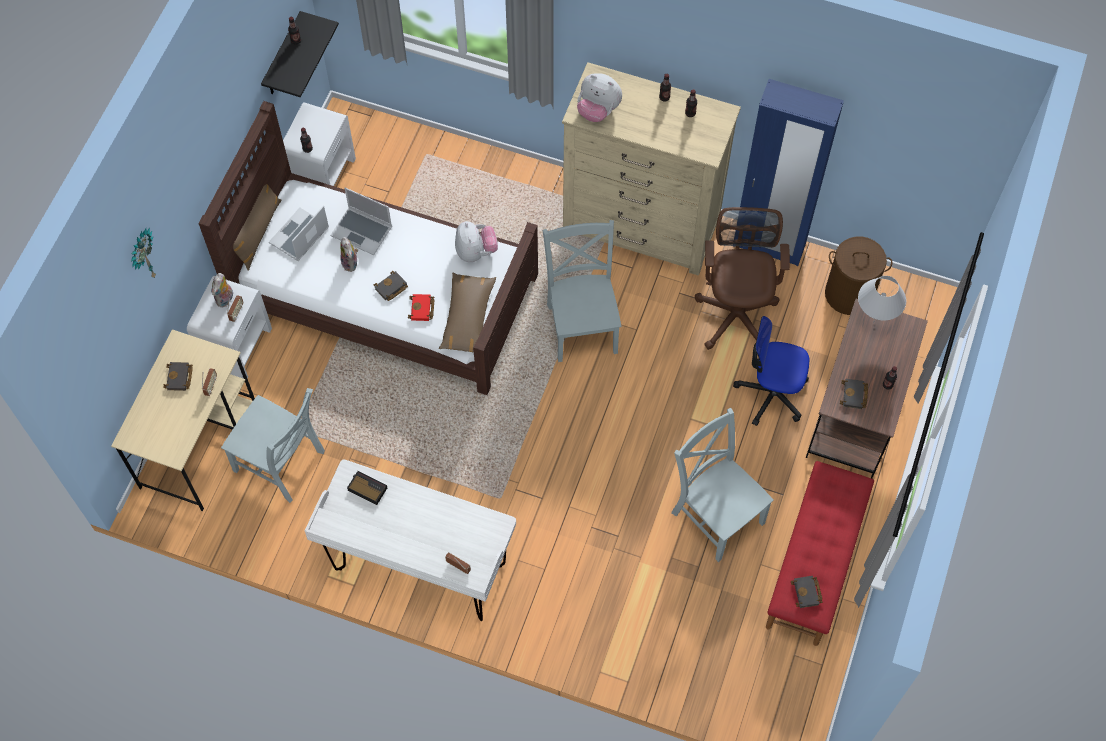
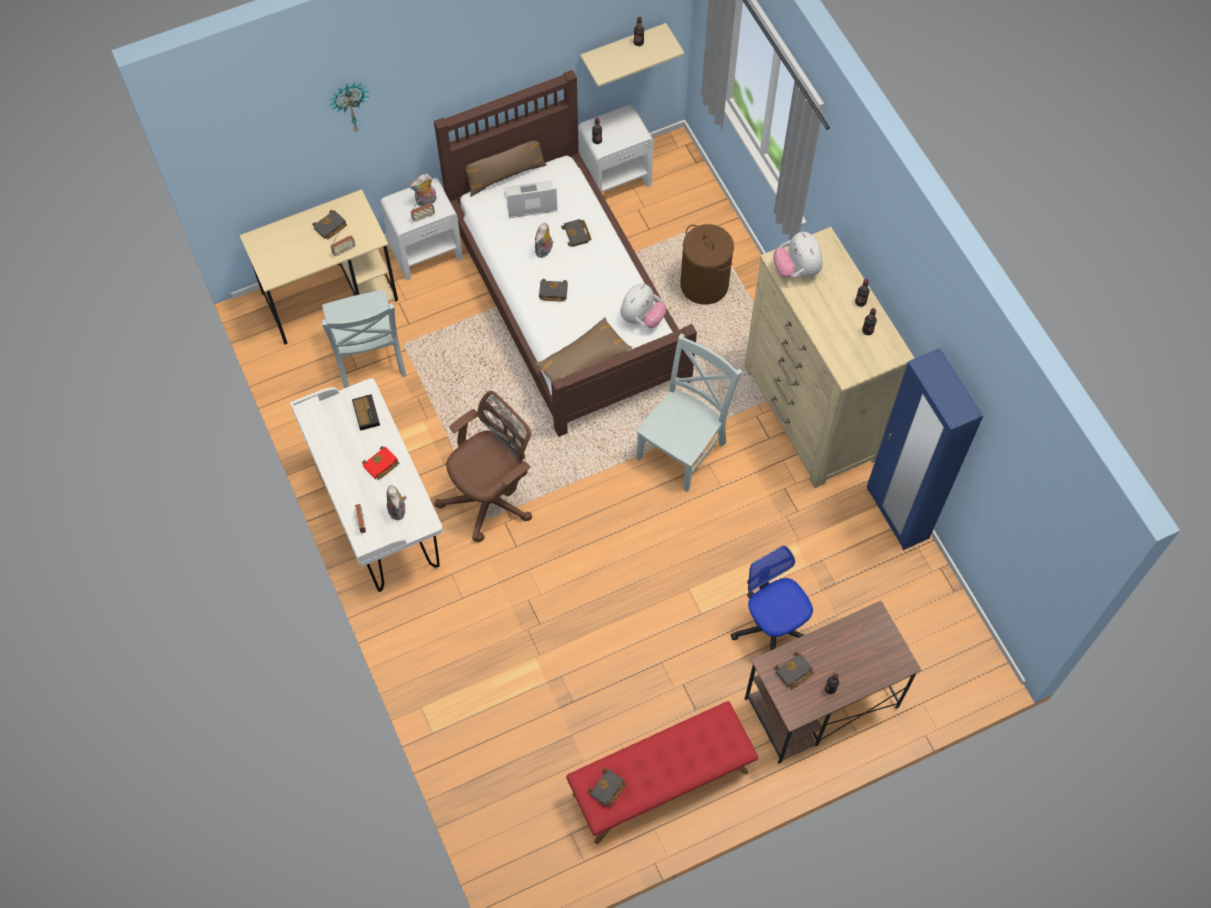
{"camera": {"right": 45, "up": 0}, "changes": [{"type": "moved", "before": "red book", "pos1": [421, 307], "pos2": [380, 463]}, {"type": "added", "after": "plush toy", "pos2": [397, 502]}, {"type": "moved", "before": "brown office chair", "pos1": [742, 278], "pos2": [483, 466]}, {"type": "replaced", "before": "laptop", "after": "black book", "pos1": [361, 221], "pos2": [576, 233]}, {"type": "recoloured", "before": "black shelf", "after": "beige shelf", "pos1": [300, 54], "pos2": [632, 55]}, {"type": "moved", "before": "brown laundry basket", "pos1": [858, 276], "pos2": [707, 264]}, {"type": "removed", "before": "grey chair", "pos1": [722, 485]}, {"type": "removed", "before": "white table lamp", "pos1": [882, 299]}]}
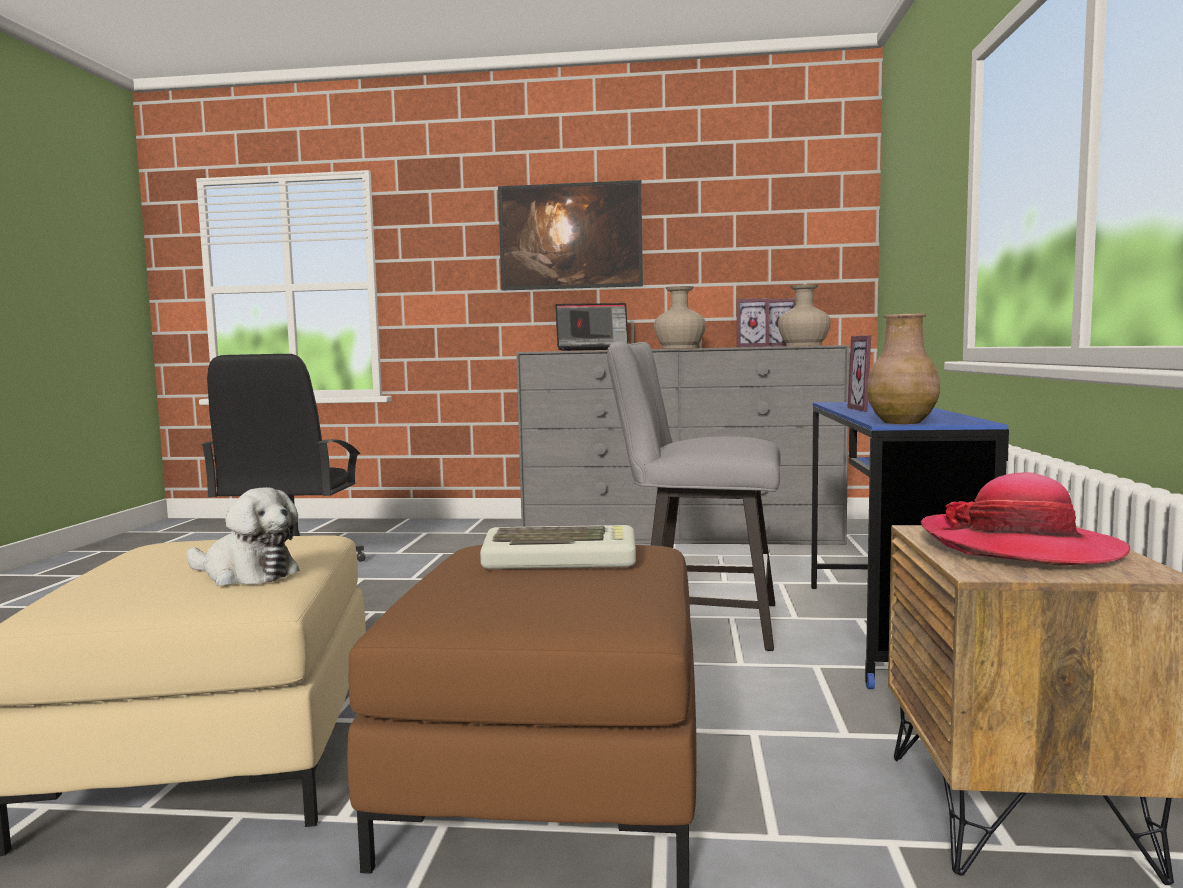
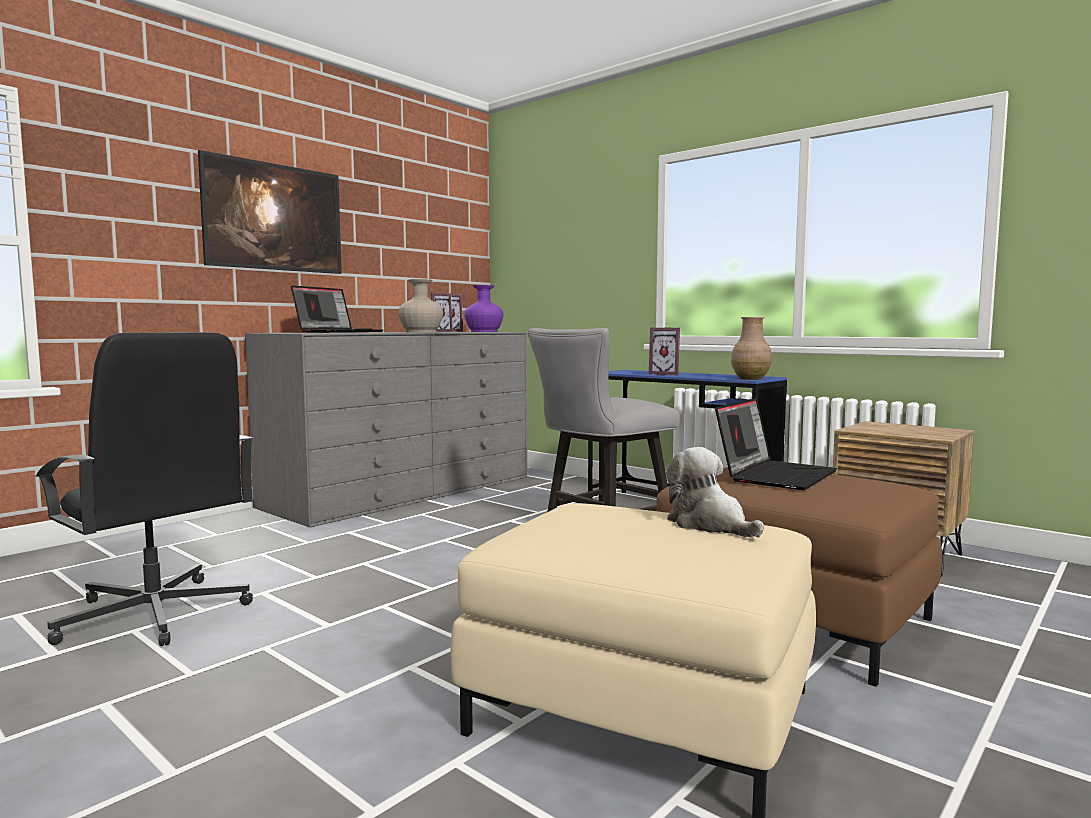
{"camera": {"right": -55, "up": 0}, "changes": [{"type": "recoloured", "before": "beige vase", "after": "purple vase", "pos1": [804, 315], "pos2": [484, 308]}, {"type": "turned", "before": "plush toy", "pos1": [243, 536], "pos2": [715, 492], "turn": -90}, {"type": "replaced", "before": "keyboard", "after": "laptop", "pos1": [558, 547], "pos2": [776, 444]}, {"type": "removed", "before": "hat", "pos1": [1025, 518]}]}
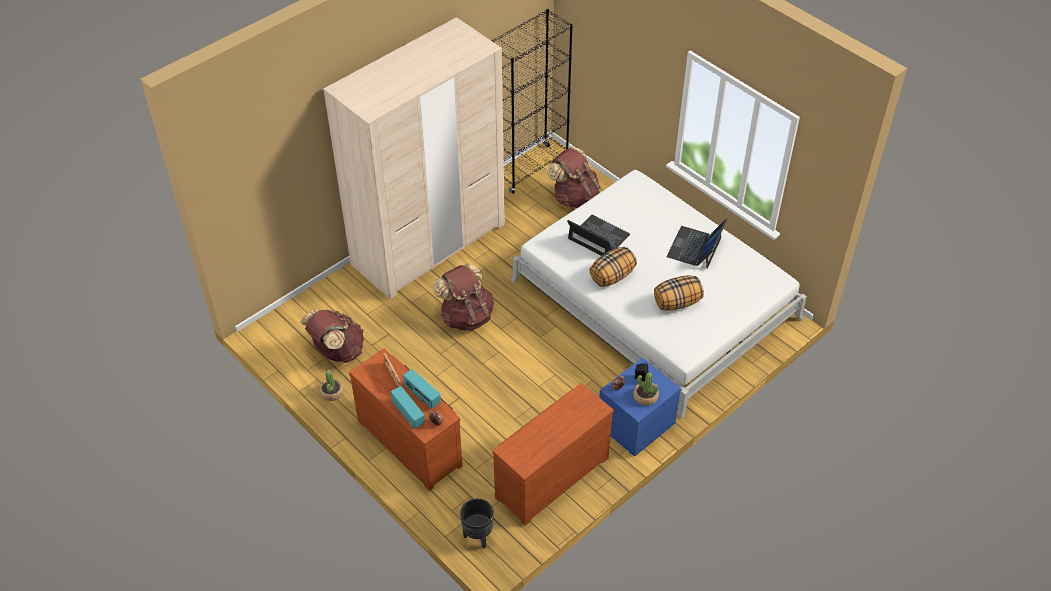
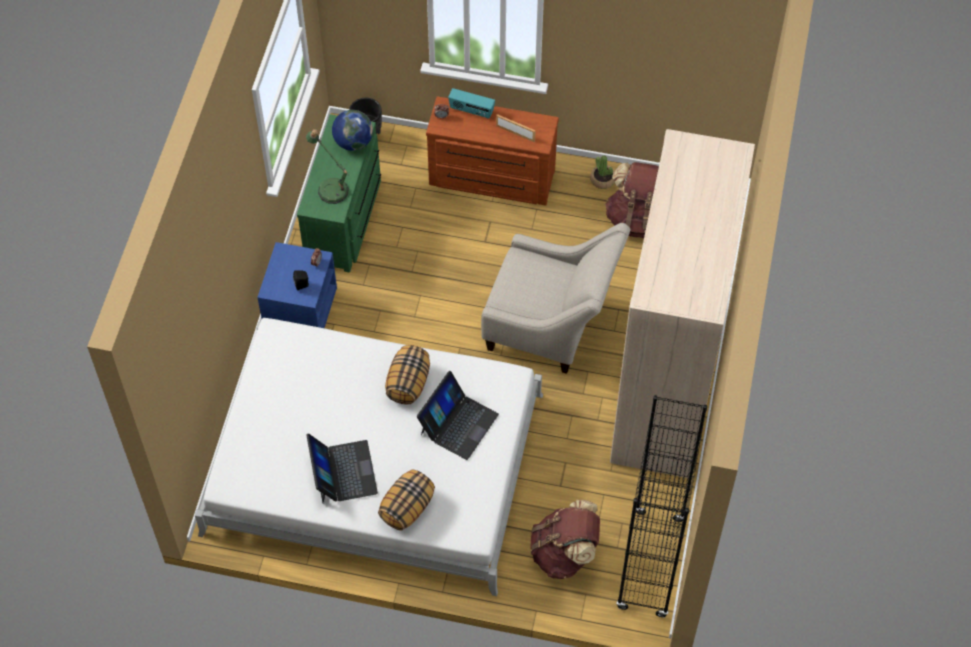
{"camera": {"right": 145, "up": 10}, "changes": [{"type": "recoloured", "before": "brown dresser", "after": "green dresser", "pos1": [553, 454], "pos2": [339, 193]}, {"type": "added", "after": "table lamp", "pos2": [327, 166]}, {"type": "added", "after": "globe", "pos2": [352, 130]}, {"type": "moved", "before": "pillow", "pos1": [679, 293], "pos2": [406, 500]}, {"type": "turned", "before": "laptop", "pos1": [598, 235], "pos2": [458, 415], "turn": -60}, {"type": "replaced", "before": "brown backpack", "after": "beige armchair", "pos1": [463, 297], "pos2": [556, 298]}, {"type": "removed", "before": "radio", "pos1": [422, 389]}, {"type": "removed", "before": "potted plant", "pos1": [646, 389]}]}
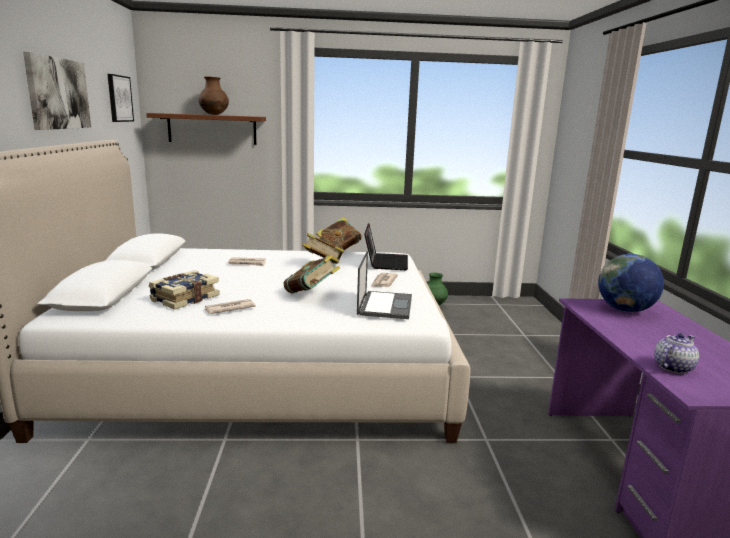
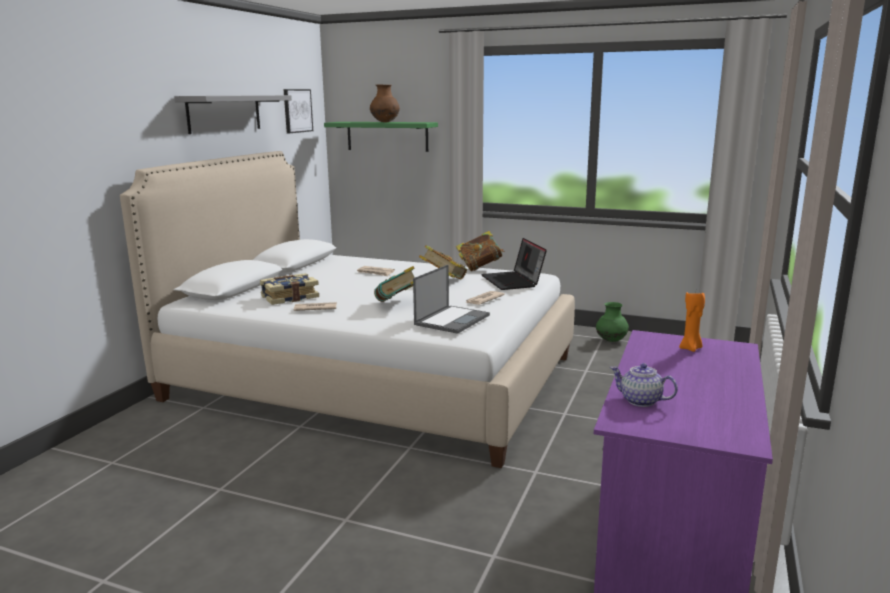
{"camera": {"right": 25, "up": 0}, "changes": [{"type": "replaced", "before": "picture", "after": "grey shelf", "pos1": [57, 91], "pos2": [233, 114]}, {"type": "recoloured", "before": "brown shelf", "after": "green shelf", "pos1": [206, 129], "pos2": [381, 137]}, {"type": "turned", "before": "laptop", "pos1": [386, 246], "pos2": [514, 264], "turn": 135}, {"type": "turned", "before": "teapot", "pos1": [676, 353], "pos2": [644, 385], "turn": -135}, {"type": "replaced", "before": "globe", "after": "orange candle", "pos1": [631, 283], "pos2": [692, 322]}]}
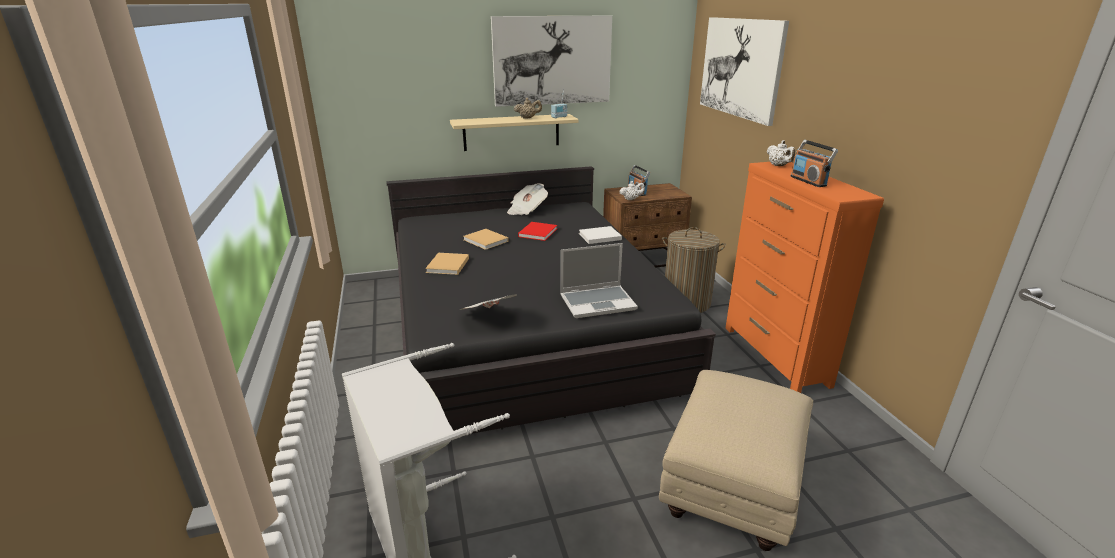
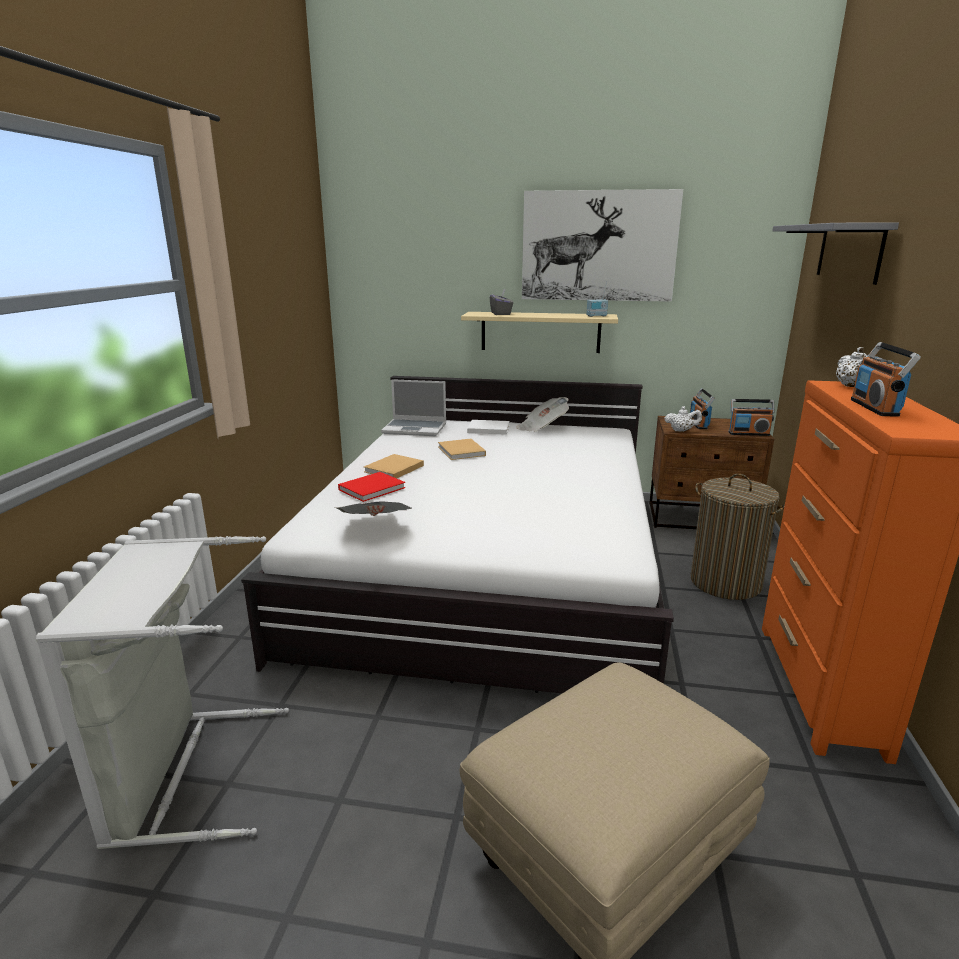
{"camera": {"right": 25, "up": -5}, "changes": [{"type": "recoloured", "before": "black bed", "after": "white bed", "pos1": [551, 300], "pos2": [457, 534]}, {"type": "moved", "before": "red book", "pos1": [537, 231], "pos2": [372, 487]}, {"type": "moved", "before": "laptop", "pos1": [599, 280], "pos2": [413, 407]}, {"type": "moved", "before": "white book", "pos1": [600, 235], "pos2": [488, 427]}, {"type": "added", "after": "grey tissue box", "pos2": [501, 302]}, {"type": "added", "after": "radio", "pos2": [752, 417]}, {"type": "replaced", "before": "picture", "after": "grey shelf", "pos1": [744, 71], "pos2": [835, 253]}, {"type": "removed", "before": "beige teapot", "pos1": [528, 108]}]}
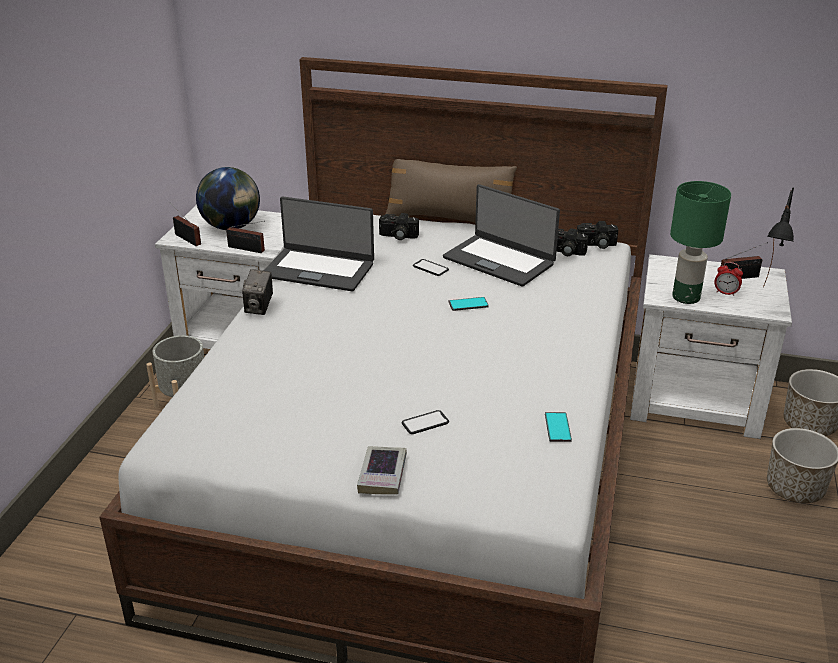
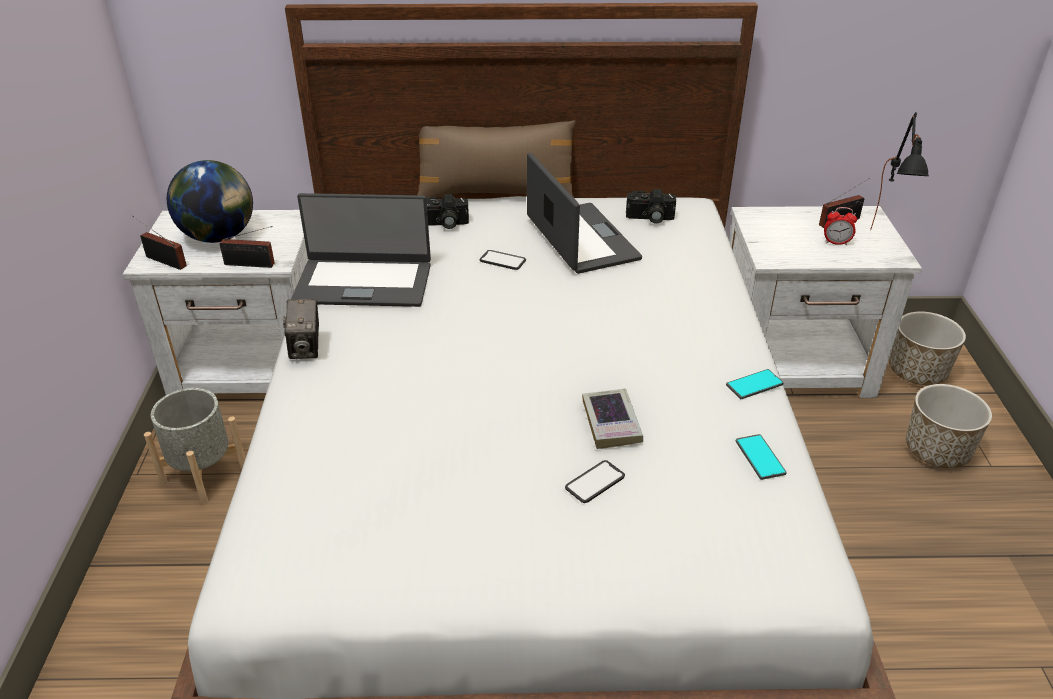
{"camera": {"right": -15, "up": 5}, "changes": [{"type": "turned", "before": "laptop", "pos1": [501, 235], "pos2": [584, 213], "turn": -135}, {"type": "moved", "before": "book", "pos1": [382, 470], "pos2": [612, 419]}, {"type": "moved", "before": "phone", "pos1": [469, 304], "pos2": [755, 384]}, {"type": "removed", "before": "photo camera", "pos1": [597, 235]}, {"type": "removed", "before": "green table lamp", "pos1": [700, 242]}]}
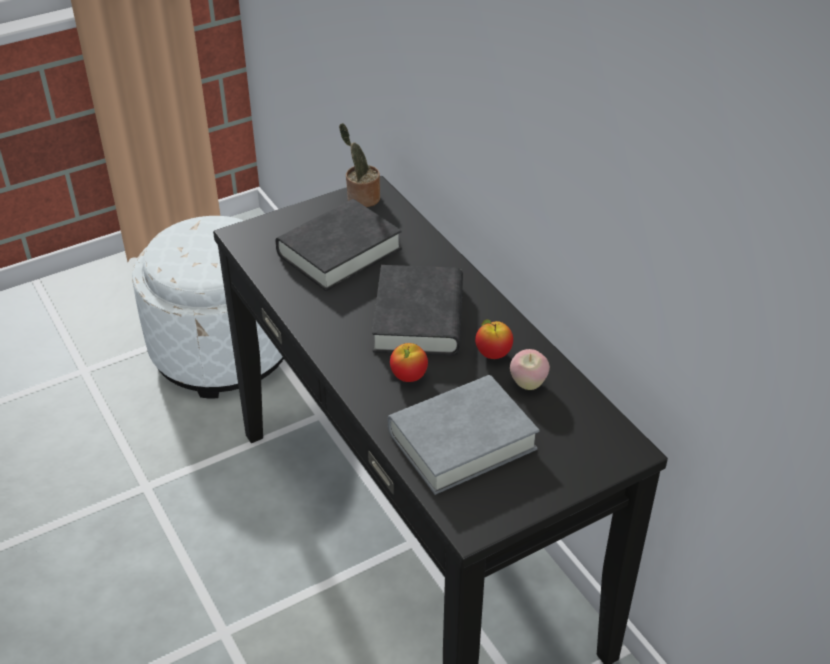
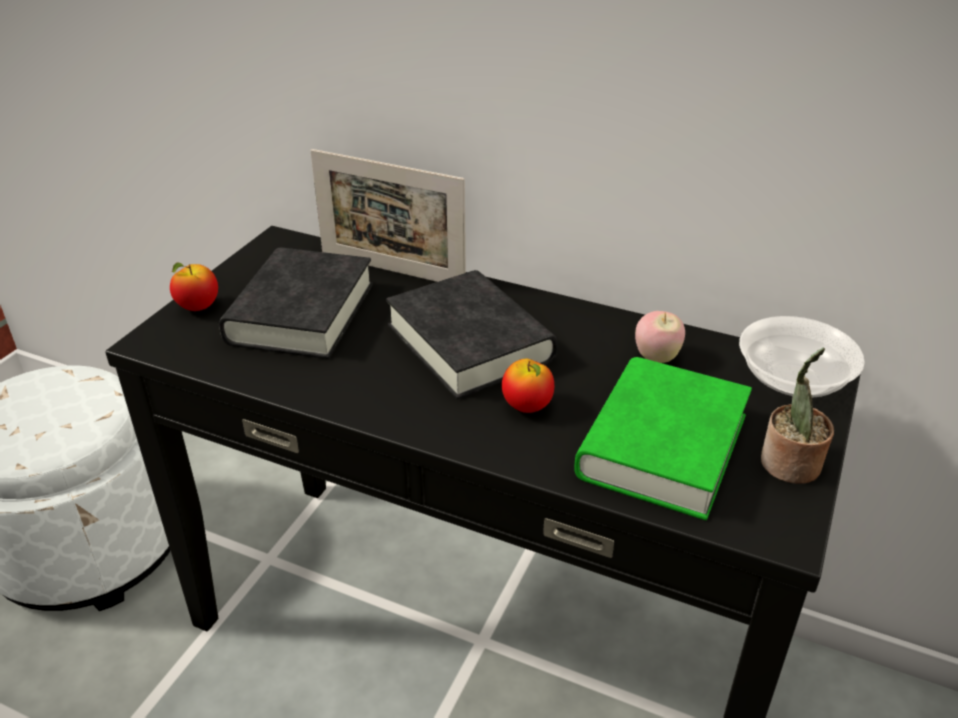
{"camera": {"right": -35, "up": -5}, "changes": [{"type": "moved", "before": "apple", "pos1": [494, 339], "pos2": [194, 287]}, {"type": "added", "after": "picture frame", "pos2": [388, 215]}, {"type": "recoloured", "before": "grey book", "after": "green book", "pos1": [463, 435], "pos2": [663, 438]}, {"type": "added", "after": "bowl", "pos2": [802, 357]}, {"type": "moved", "before": "potted plant", "pos1": [359, 165], "pos2": [797, 415]}]}
